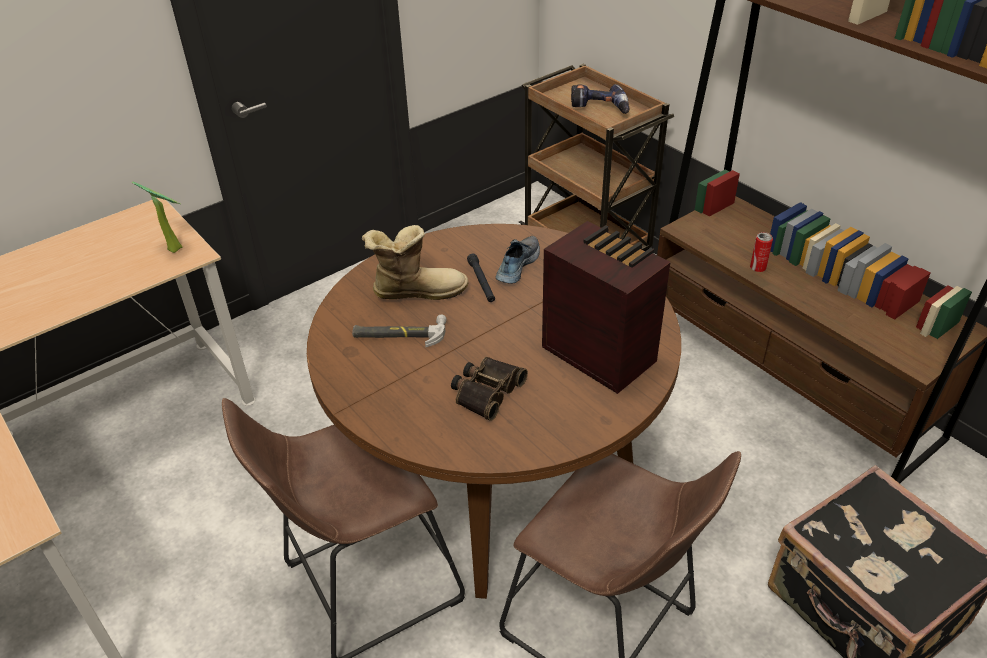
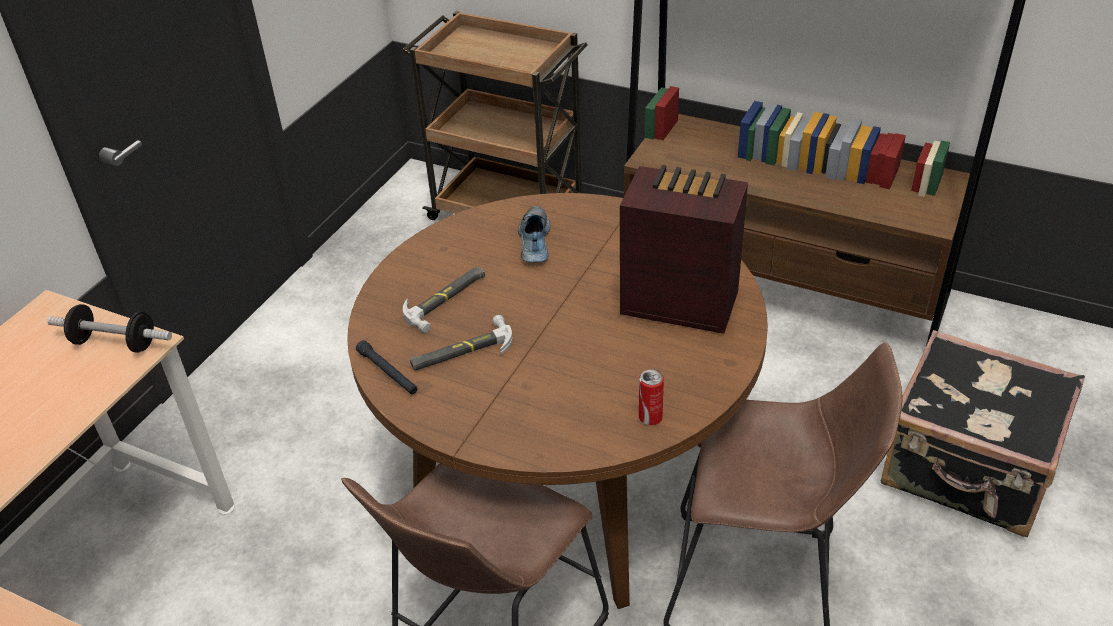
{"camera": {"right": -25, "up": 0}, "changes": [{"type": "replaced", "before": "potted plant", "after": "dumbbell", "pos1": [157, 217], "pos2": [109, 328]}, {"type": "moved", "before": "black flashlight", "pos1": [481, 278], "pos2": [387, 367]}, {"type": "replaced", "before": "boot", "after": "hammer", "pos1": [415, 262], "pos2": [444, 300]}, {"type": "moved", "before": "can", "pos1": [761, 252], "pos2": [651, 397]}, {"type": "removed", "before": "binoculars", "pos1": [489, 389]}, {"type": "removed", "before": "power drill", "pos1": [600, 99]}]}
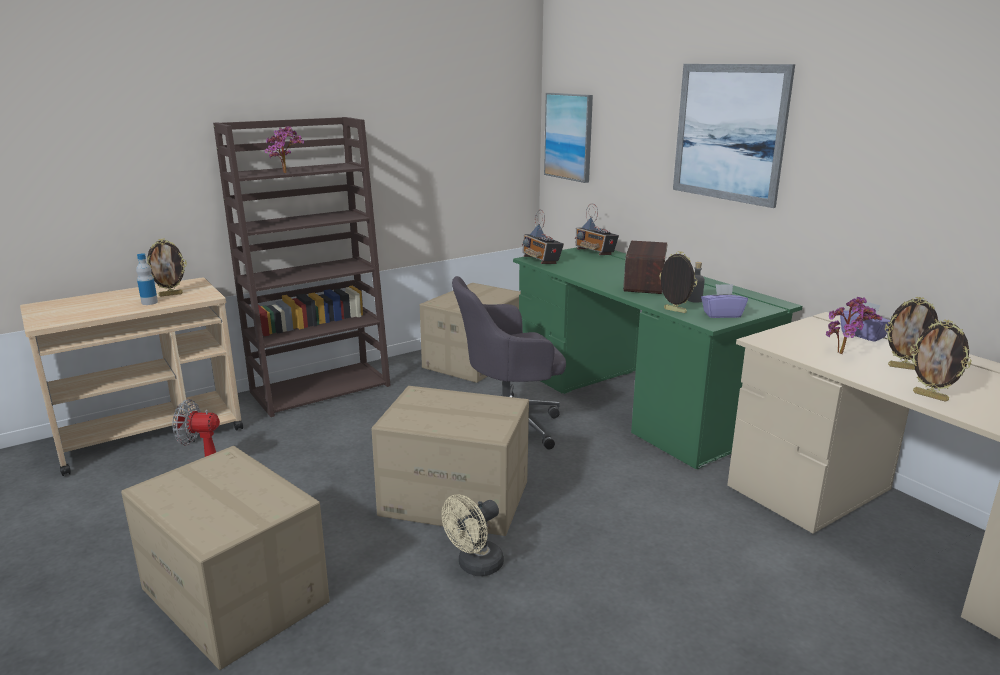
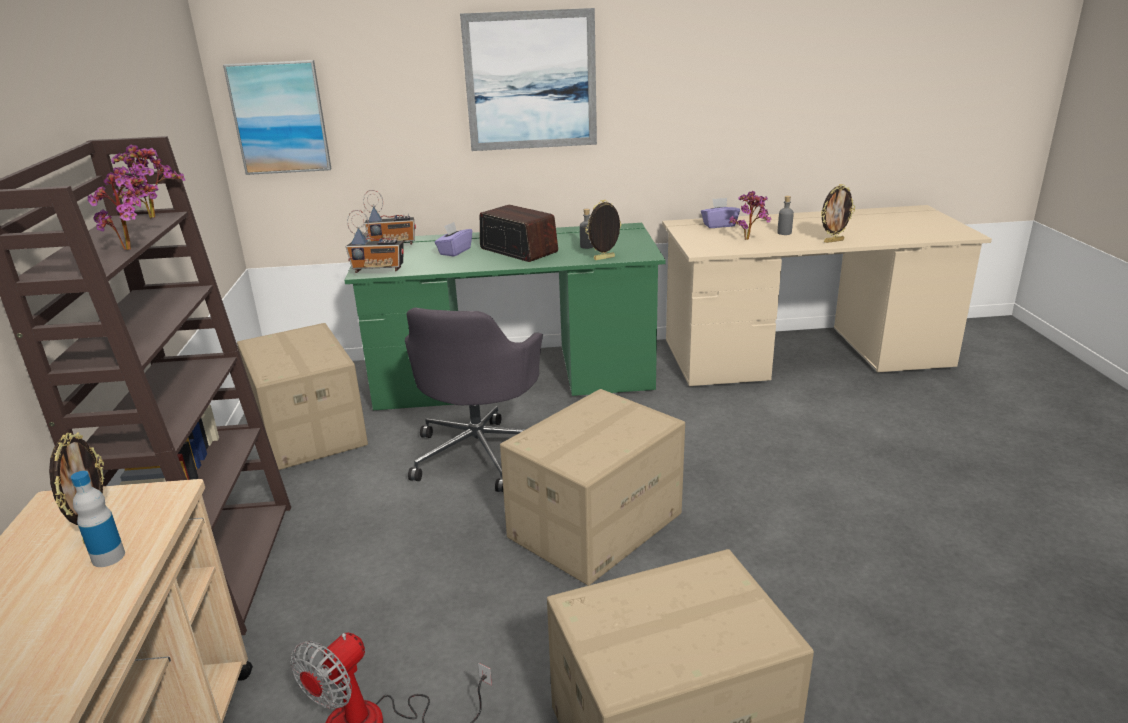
{"camera": {"right": -60, "up": 5}, "changes": [{"type": "added", "after": "potted plant", "pos2": [148, 182]}, {"type": "moved", "before": "purple tissue box", "pos1": [724, 301], "pos2": [453, 239]}, {"type": "replaced", "before": "picture frame", "after": "grey bottle", "pos1": [912, 333], "pos2": [785, 215]}, {"type": "removed", "before": "beige fan", "pos1": [473, 535]}]}
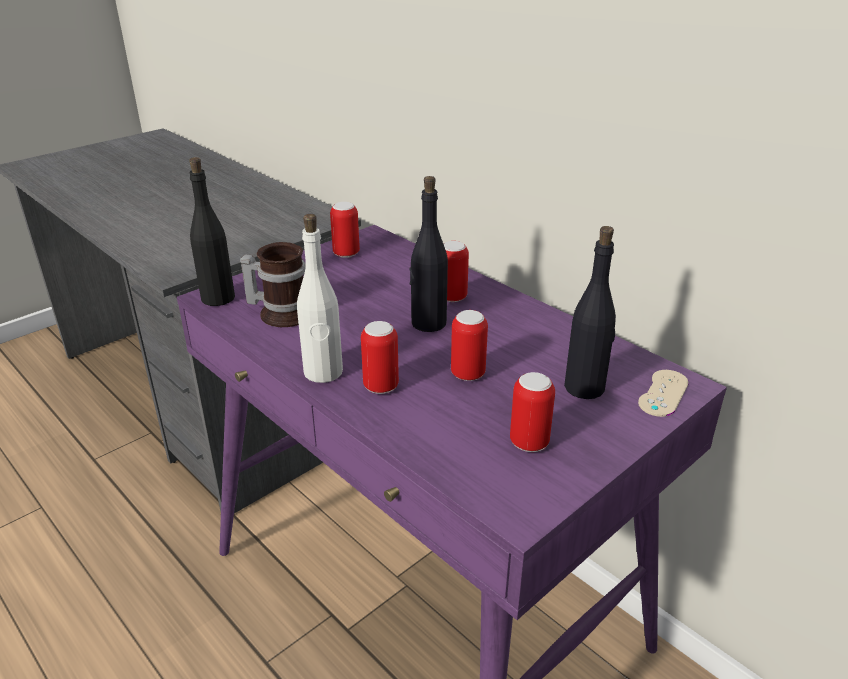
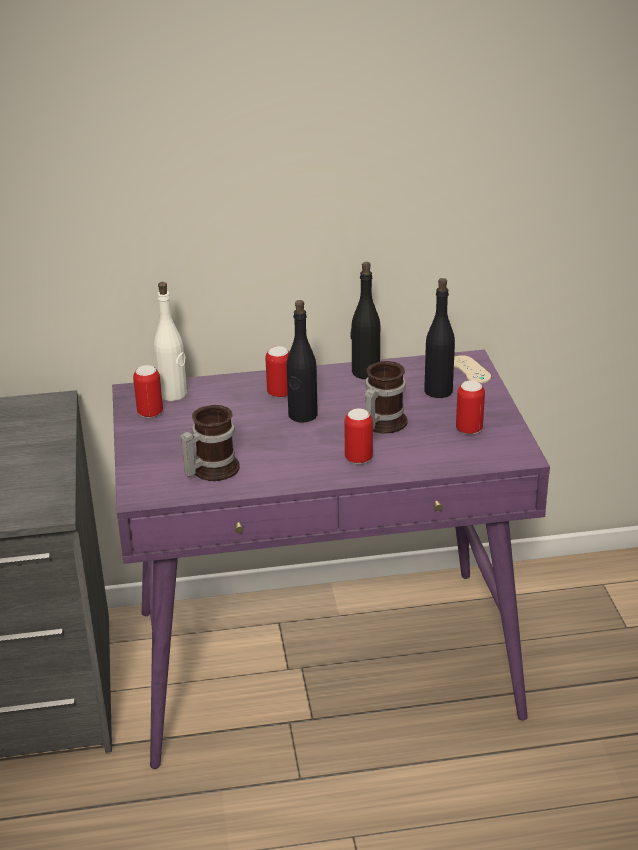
{"camera": {"right": -55, "up": 0}, "changes": [{"type": "moved", "before": "white bottle", "pos1": [320, 298], "pos2": [170, 341]}, {"type": "moved", "before": "black bottle", "pos1": [212, 231], "pos2": [365, 320]}, {"type": "replaced", "before": "can", "after": "mug", "pos1": [469, 345], "pos2": [386, 397]}]}
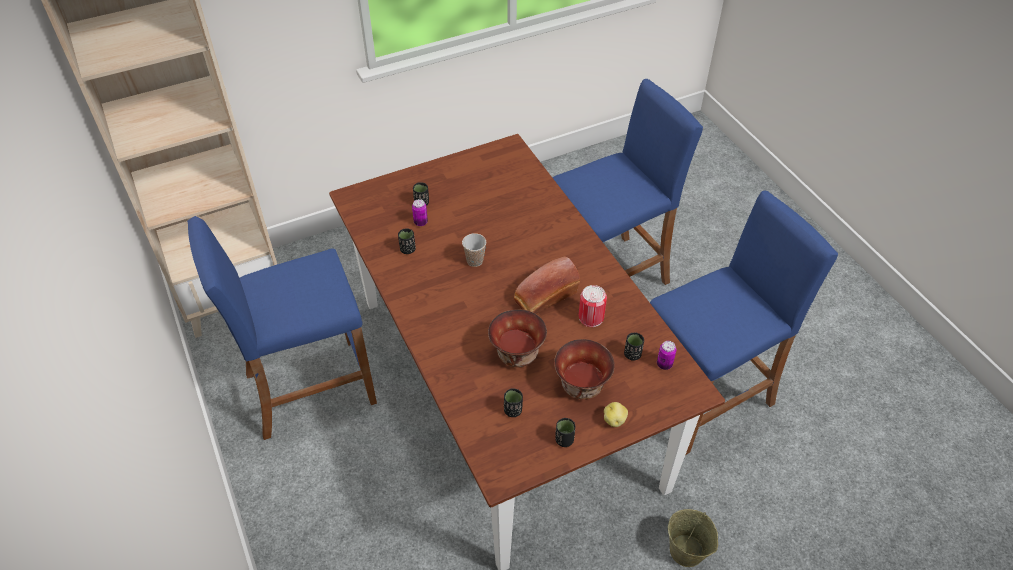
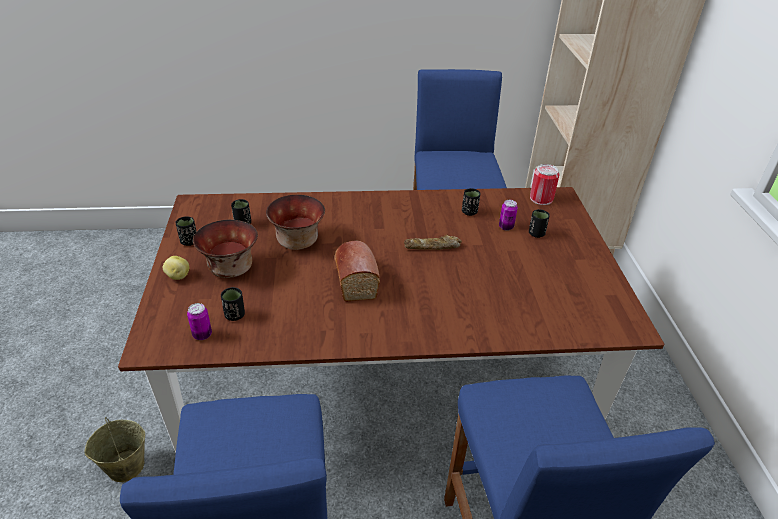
{"camera": {"right": 110, "up": -10}, "changes": [{"type": "replaced", "before": "cup", "after": "bread", "pos1": [474, 250], "pos2": [433, 242]}, {"type": "moved", "before": "can", "pos1": [593, 306], "pos2": [544, 184]}]}
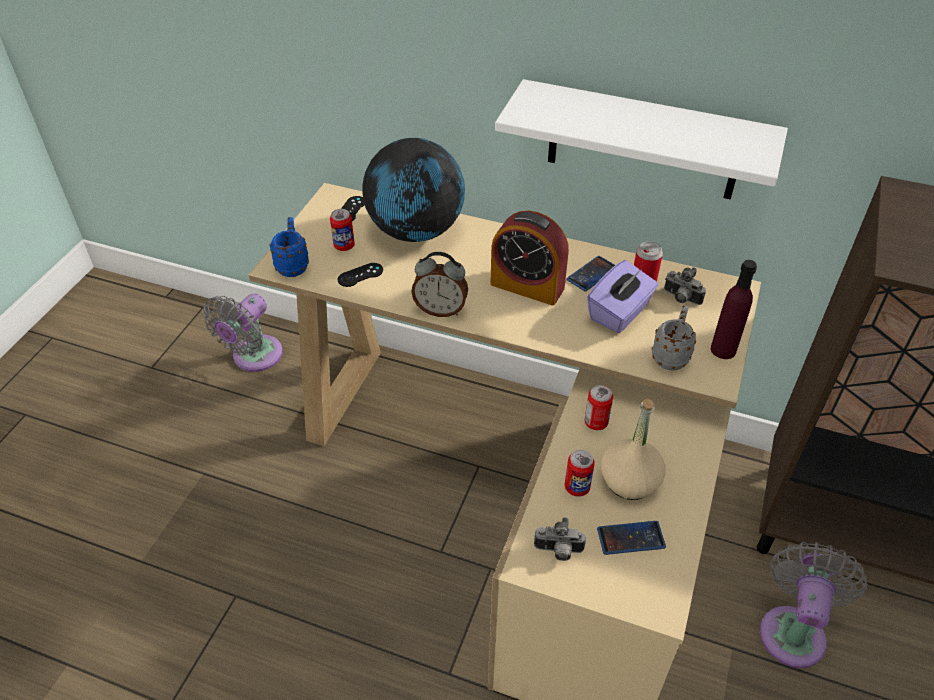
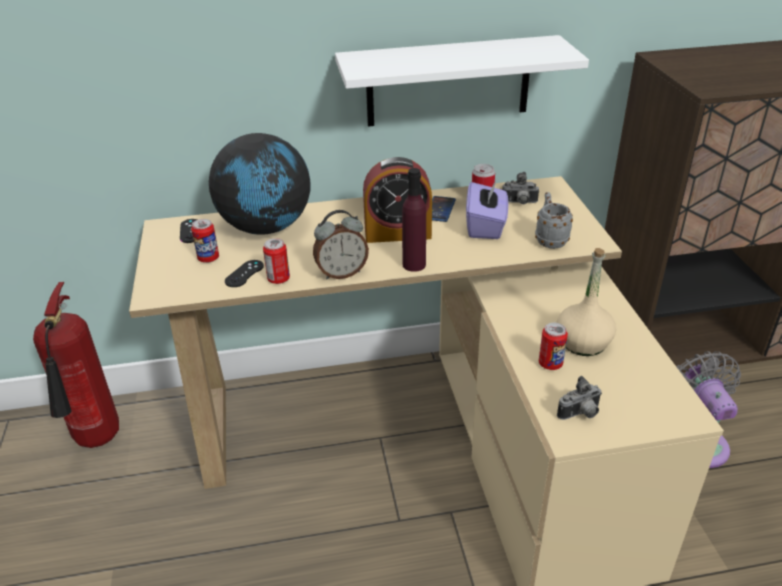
{"camera": {"right": -30, "up": -10}, "changes": [{"type": "replaced", "before": "grey fan", "after": "fire extinguisher", "pos1": [242, 333], "pos2": [76, 365]}, {"type": "moved", "before": "can", "pos1": [599, 407], "pos2": [276, 261]}, {"type": "moved", "before": "purple bottle", "pos1": [734, 309], "pos2": [414, 220]}, {"type": "removed", "before": "blue mug", "pos1": [289, 247]}, {"type": "removed", "before": "phone", "pos1": [631, 538]}]}
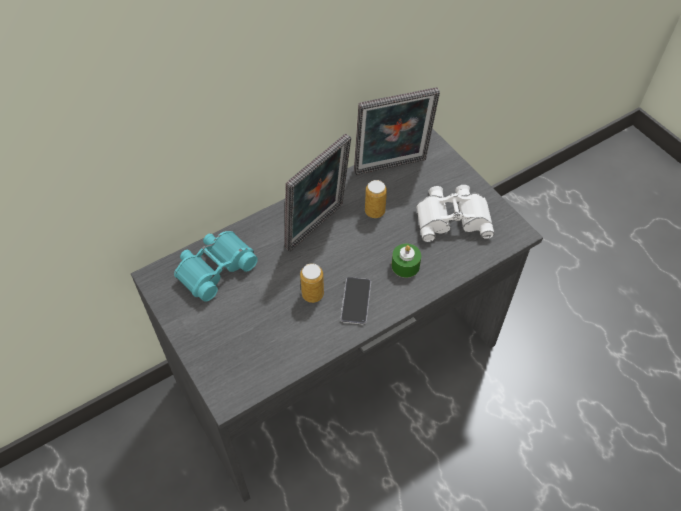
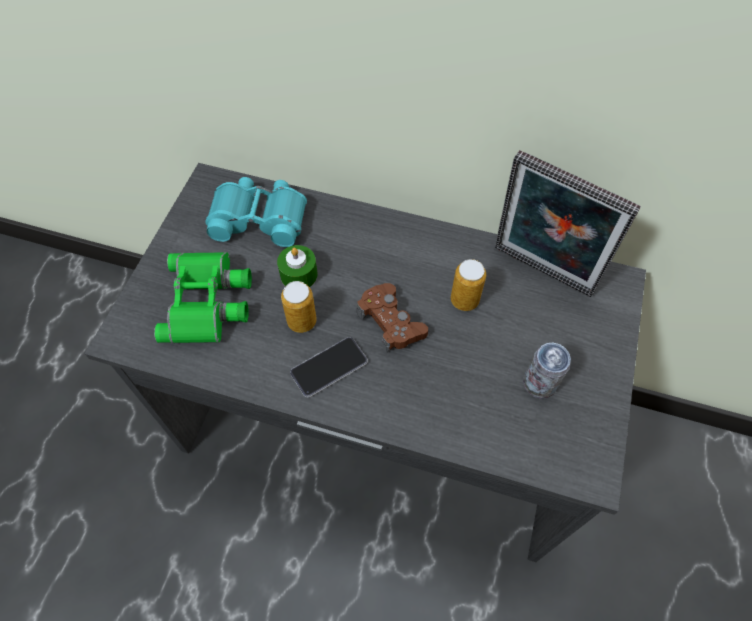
{"camera": {"right": 50, "up": 5}, "changes": [{"type": "added", "after": "green binoculars", "pos2": [203, 297]}, {"type": "moved", "before": "green candle", "pos1": [406, 261], "pos2": [297, 266]}, {"type": "added", "after": "brown game controller", "pos2": [392, 318]}, {"type": "replaced", "before": "white binoculars", "after": "can", "pos1": [455, 213], "pos2": [547, 371]}, {"type": "removed", "before": "picture frame", "pos1": [318, 192]}]}
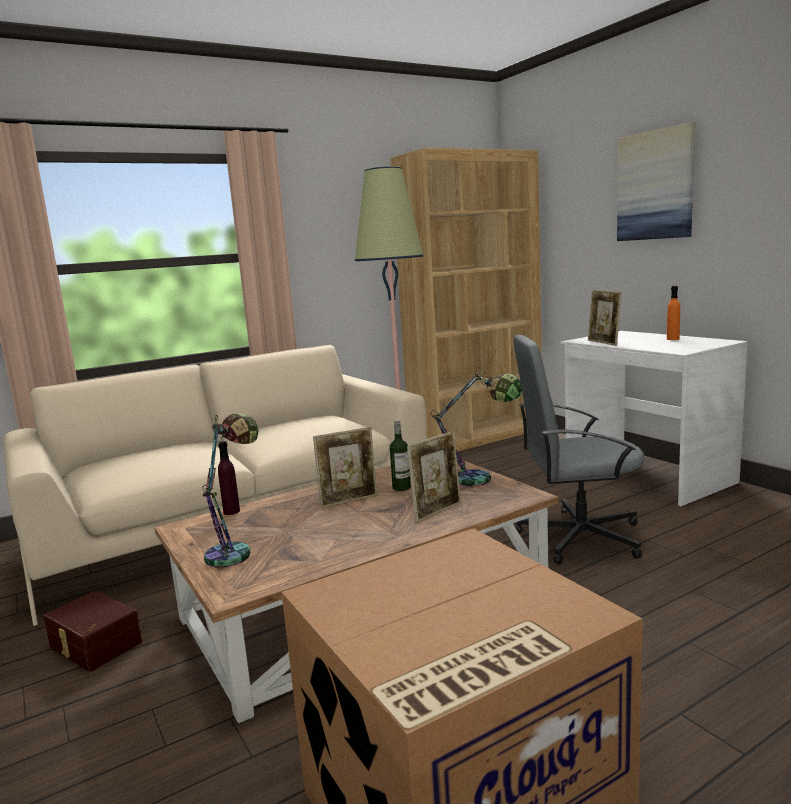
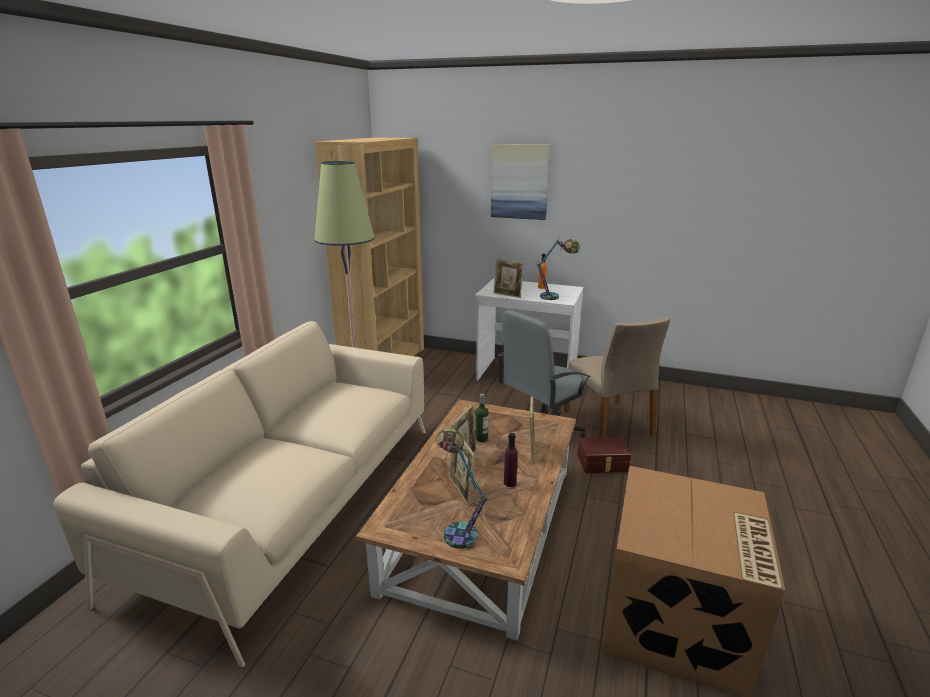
{"camera": {"right": -40, "up": 10}, "changes": [{"type": "added", "after": "picture frame", "pos2": [462, 467]}, {"type": "moved", "before": "purple bottle", "pos1": [229, 478], "pos2": [511, 460]}, {"type": "moved", "before": "table lamp", "pos1": [477, 427], "pos2": [558, 268]}, {"type": "added", "after": "beige chair", "pos2": [617, 377]}, {"type": "moved", "before": "brown storage box", "pos1": [93, 631], "pos2": [604, 455]}]}
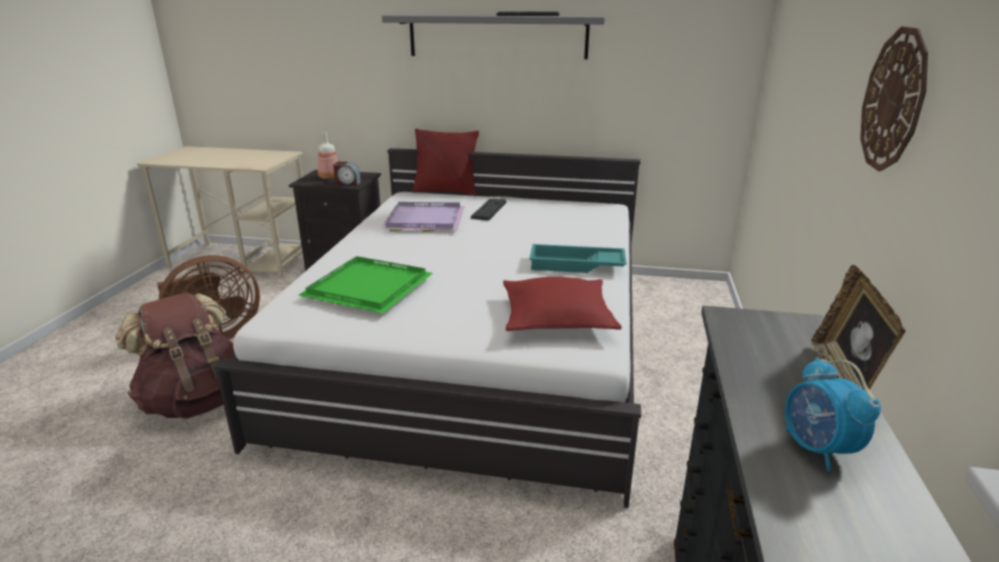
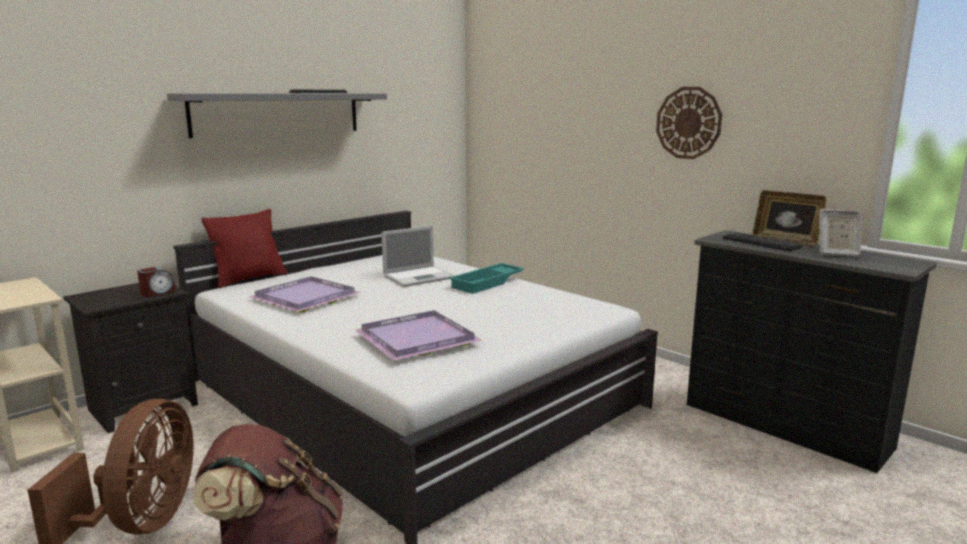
{"camera": {"right": -55, "up": -10}, "changes": [{"type": "recoloured", "before": "green tray", "after": "purple tray", "pos1": [365, 284], "pos2": [418, 335]}, {"type": "added", "after": "laptop", "pos2": [418, 256]}, {"type": "moved", "before": "keyboard", "pos1": [489, 209], "pos2": [762, 241]}, {"type": "replaced", "before": "alarm clock", "after": "picture frame", "pos1": [833, 414], "pos2": [840, 233]}, {"type": "removed", "before": "bottle", "pos1": [328, 155]}, {"type": "removed", "before": "red pillow", "pos1": [562, 304]}]}
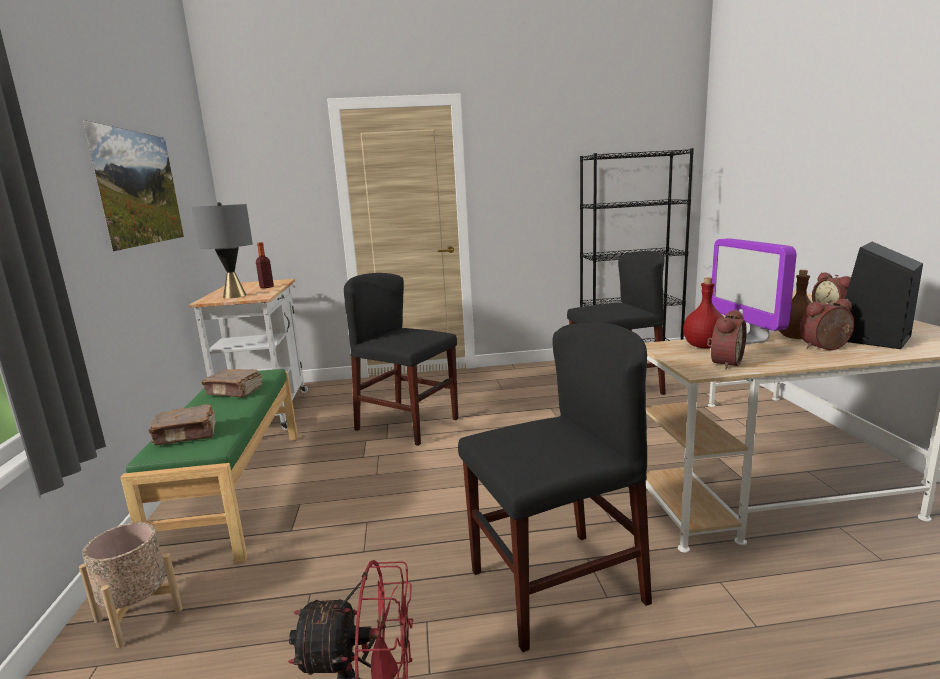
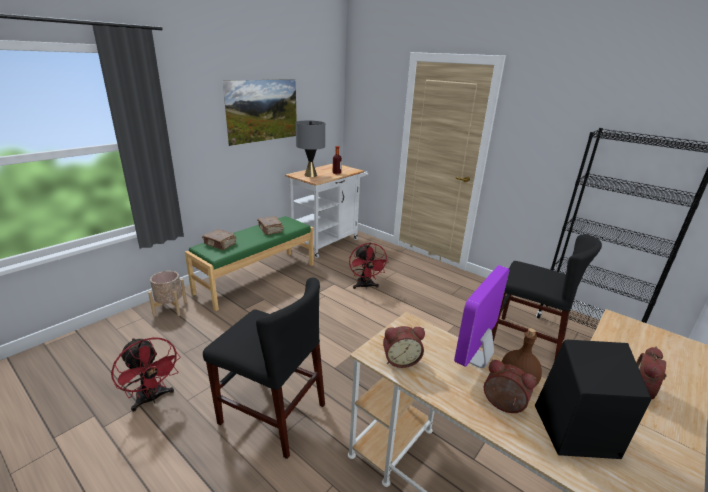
{"camera": {"right": 45, "up": 10}, "changes": [{"type": "replaced", "before": "black chair", "after": "red fan", "pos1": [401, 359], "pos2": [369, 266]}, {"type": "removed", "before": "red bottle", "pos1": [703, 312]}]}
